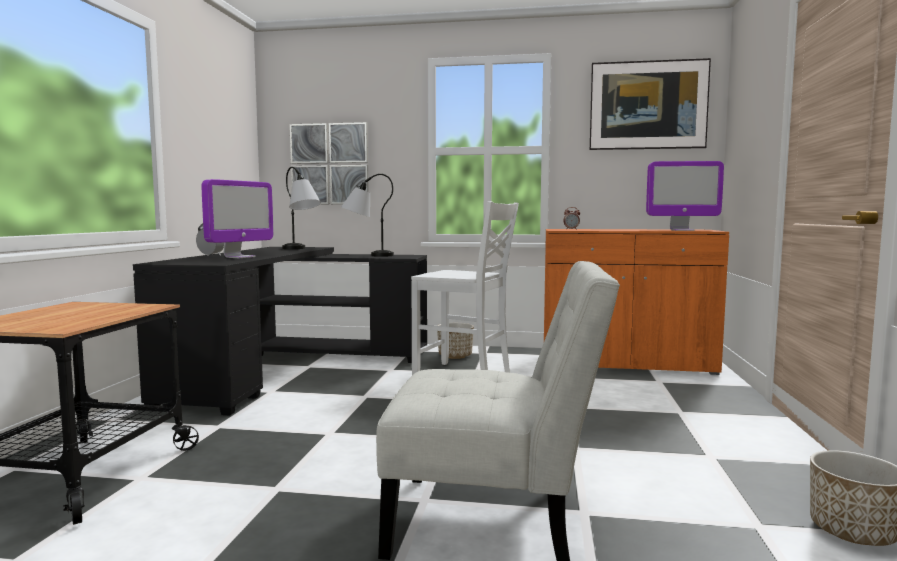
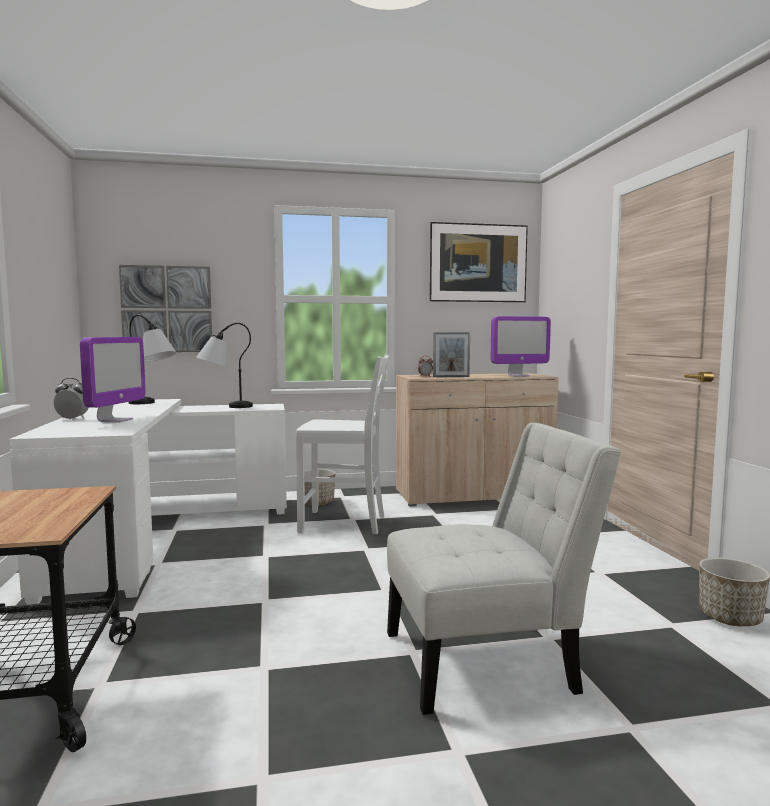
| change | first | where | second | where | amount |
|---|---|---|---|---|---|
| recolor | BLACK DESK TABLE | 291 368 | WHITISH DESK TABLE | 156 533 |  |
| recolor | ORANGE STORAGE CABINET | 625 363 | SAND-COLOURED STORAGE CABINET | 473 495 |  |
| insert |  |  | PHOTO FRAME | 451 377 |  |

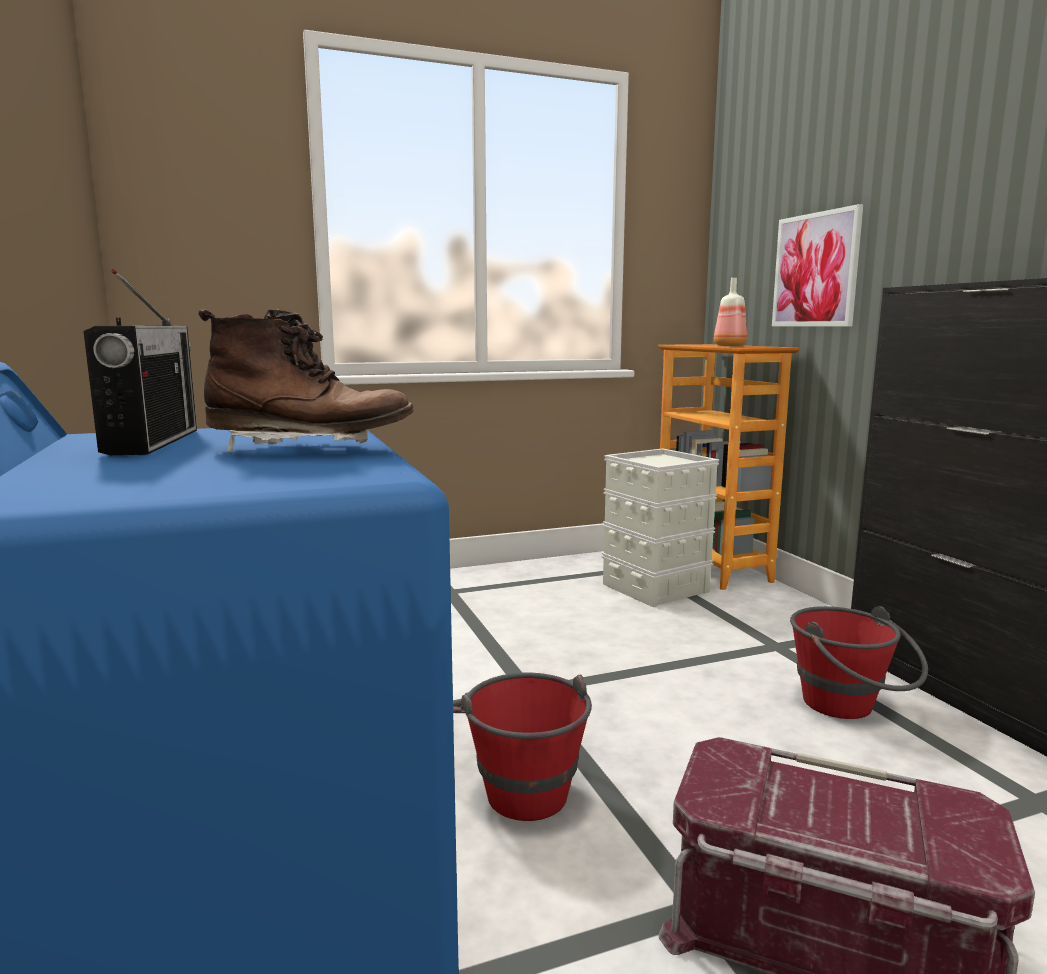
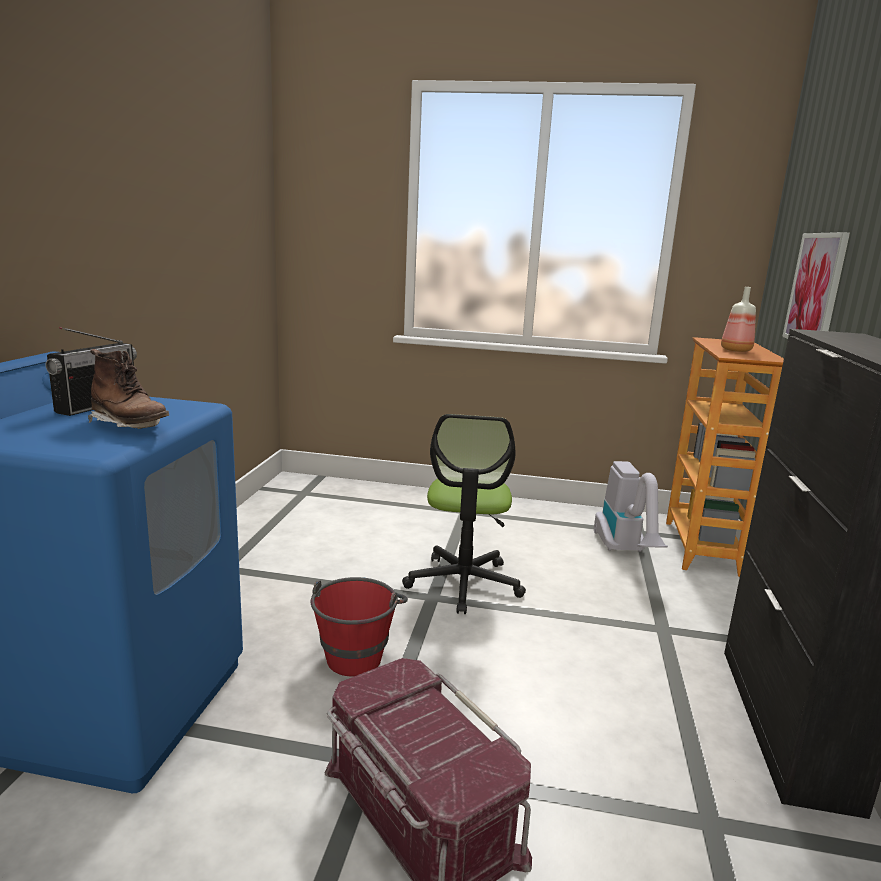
| change | first | where | second | where | amount |
|---|---|---|---|---|---|
| replace | GRAY STORAGE BOX | 655 587 | HOOVER | 625 551 |  |
| delete | RED BUCKET | 850 709 |  |  |  |
| insert |  |  | COMPUTER CHAIR | 464 583 |  |

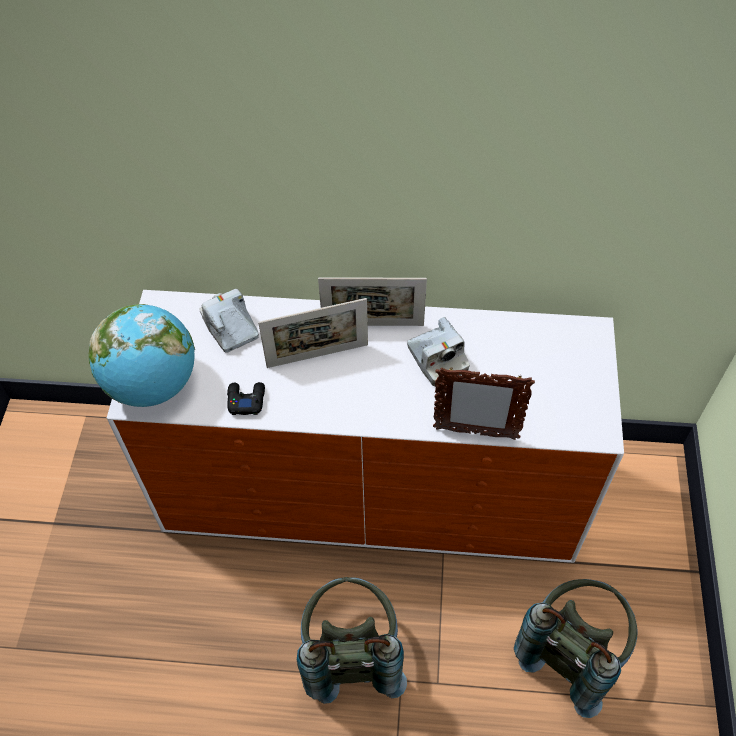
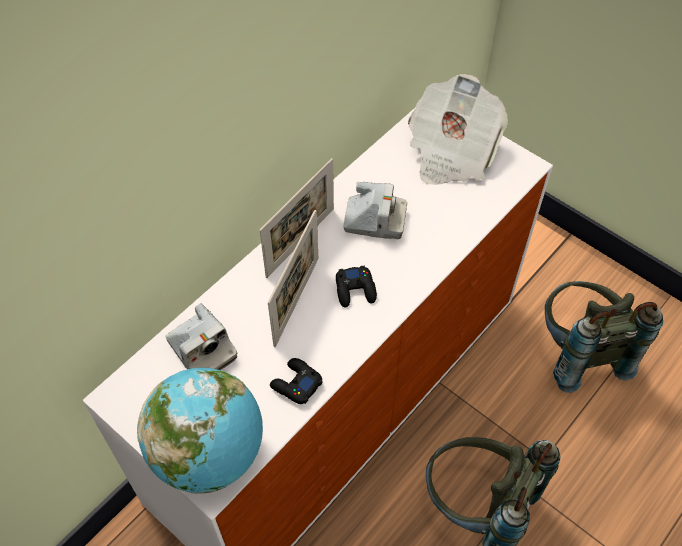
| change | first | where | second | where | amount |
|---|---|---|---|---|---|
| rotate | STILL CAMERA | 230 327 |  | 202 350 | 135 degrees counterclockwise |
| delete | PHOTO FRAME | 475 433 |  |  |  |
| insert |  |  | BLACK GAME CONTROLLER | 355 290 |  |
| insert |  |  | DAILY PAPER | 451 151 |  |

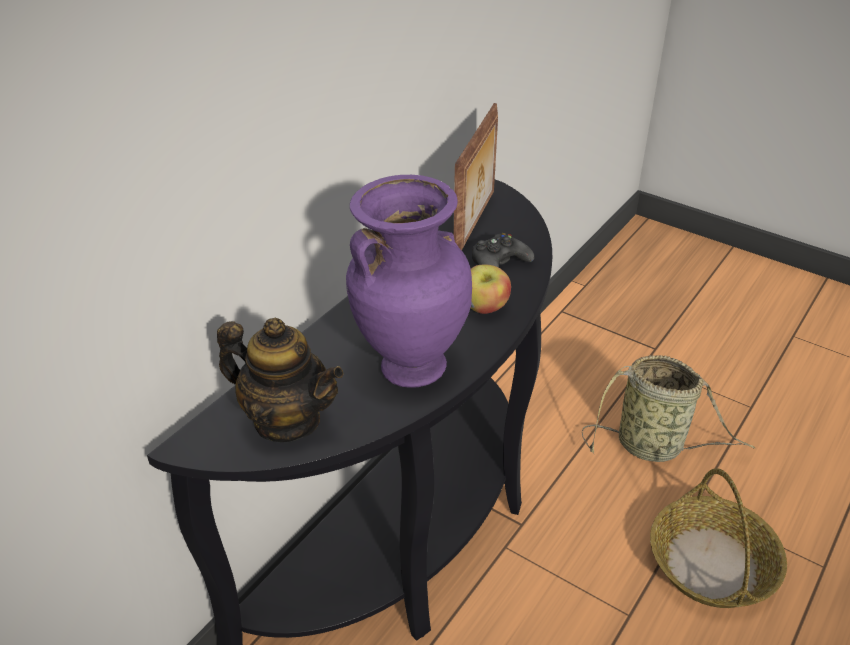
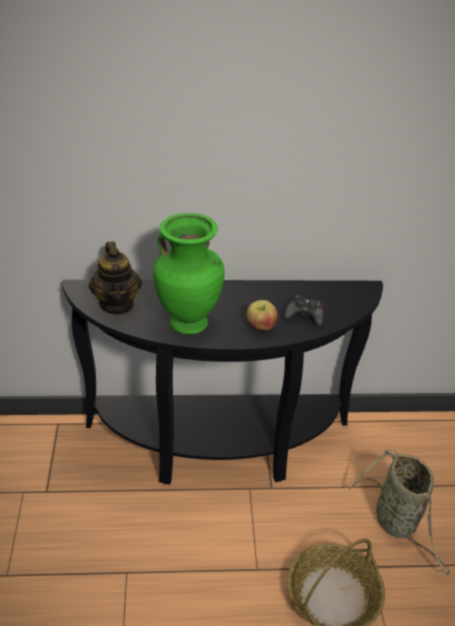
| change | first | where | second | where | amount |
|---|---|---|---|---|---|
| recolor | PURPLE-COLOURED VASE | 410 367 | GREEN VASE | 188 323 |  |
| delete | PHOTO FRAME | 475 225 |  |  |  |

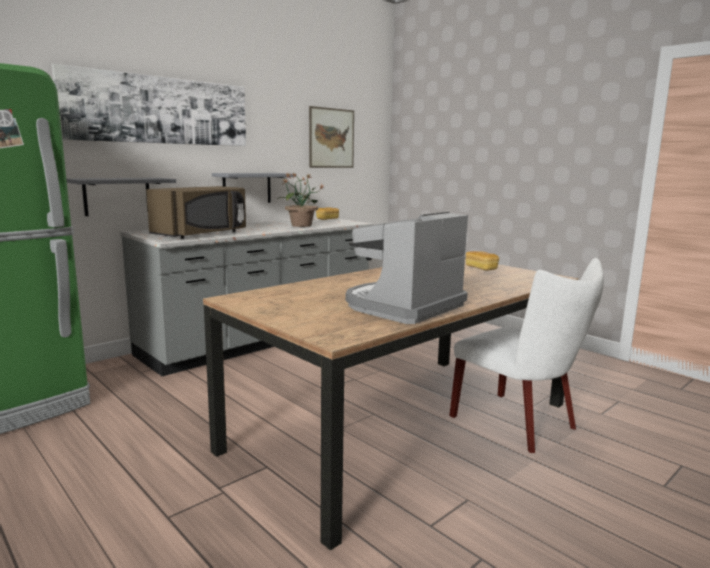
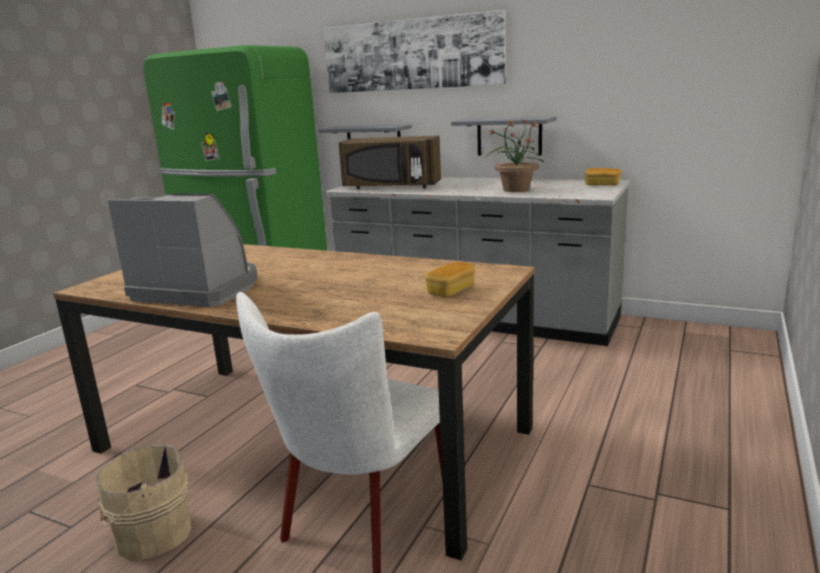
| change | first | where | second | where | amount |
|---|---|---|---|---|---|
| delete | WALL ART | 331 138 |  |  |  |
| insert |  |  | SAND-COLOURED BUCKET | 150 534 |  |

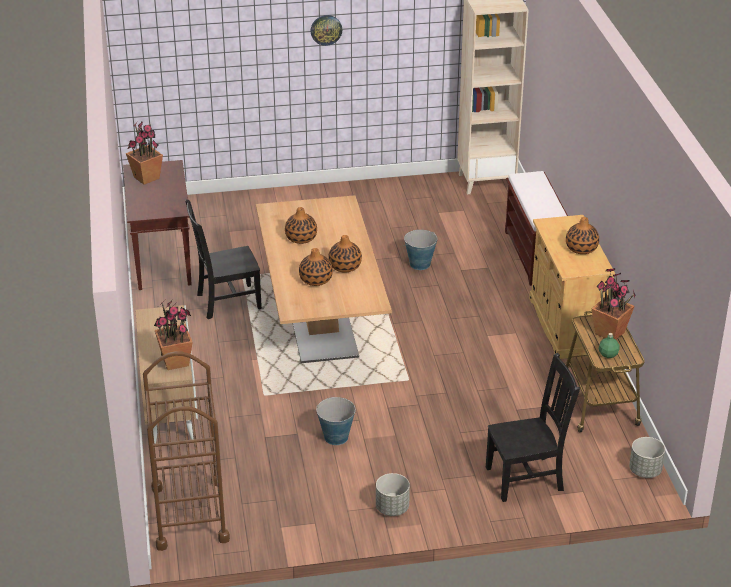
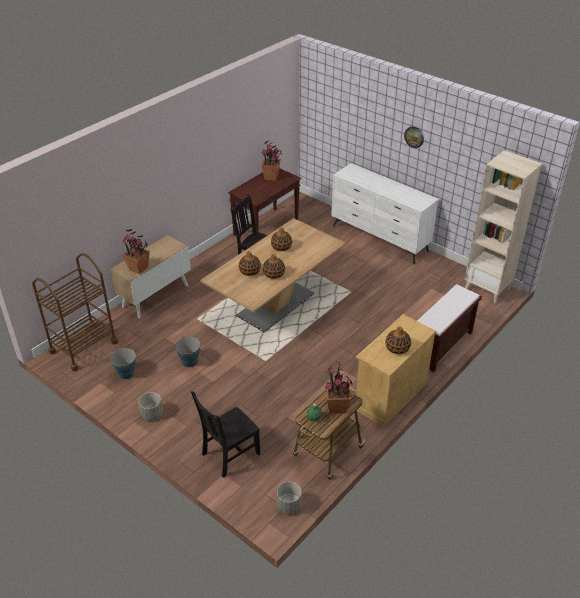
| change | first | where | second | where | amount |
|---|---|---|---|---|---|
| move | BUCKET | 419 264 |  | 126 373 |  |
| rotate | BLACK UPRIGHT CHAIR | 527 478 |  | 229 455 | 105 degrees clockwise |
| insert |  |  | WHITISH DRESSER | 379 239 |  |

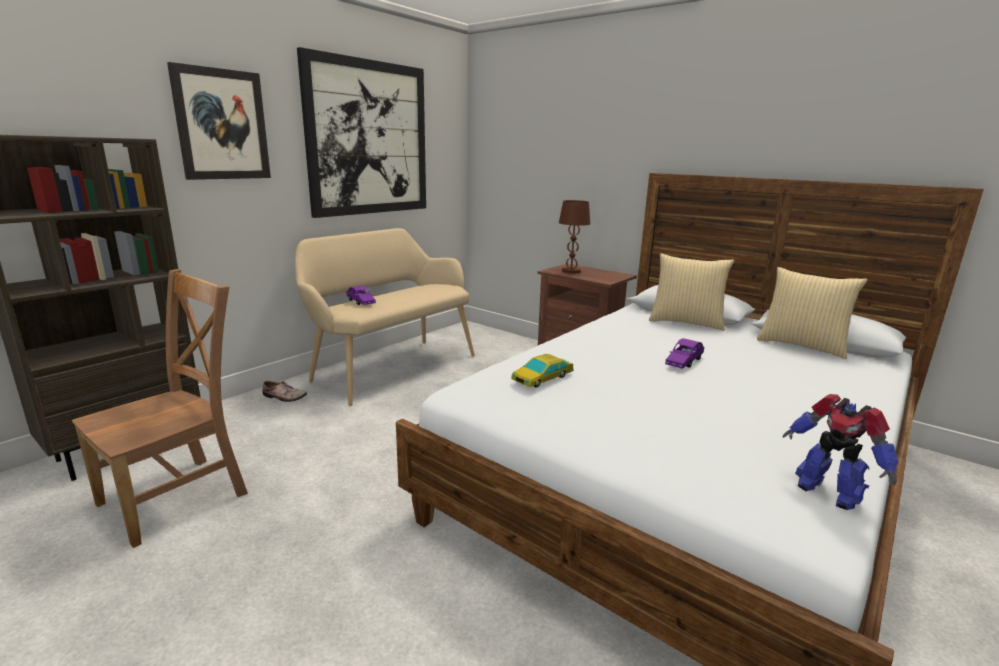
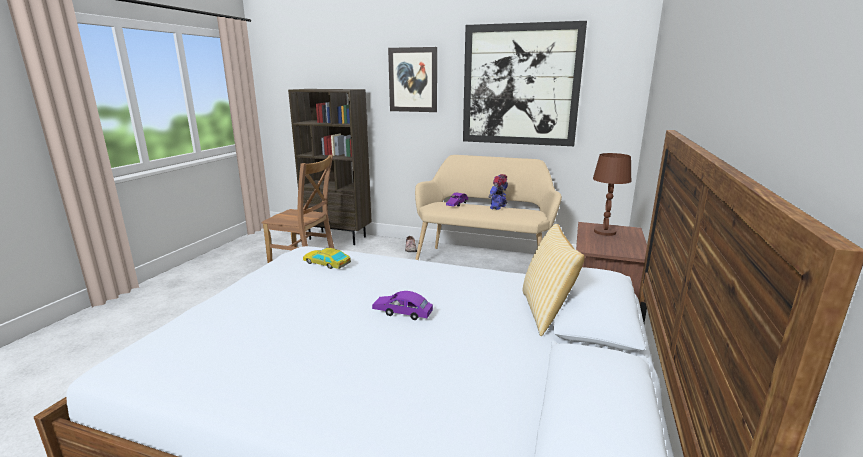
| change | first | where | second | where | amount |
|---|---|---|---|---|---|
| delete | THROW PILLOW | 802 345 |  |  |  |
| move | TOY ROBOT | 827 491 |  | 498 207 |  |

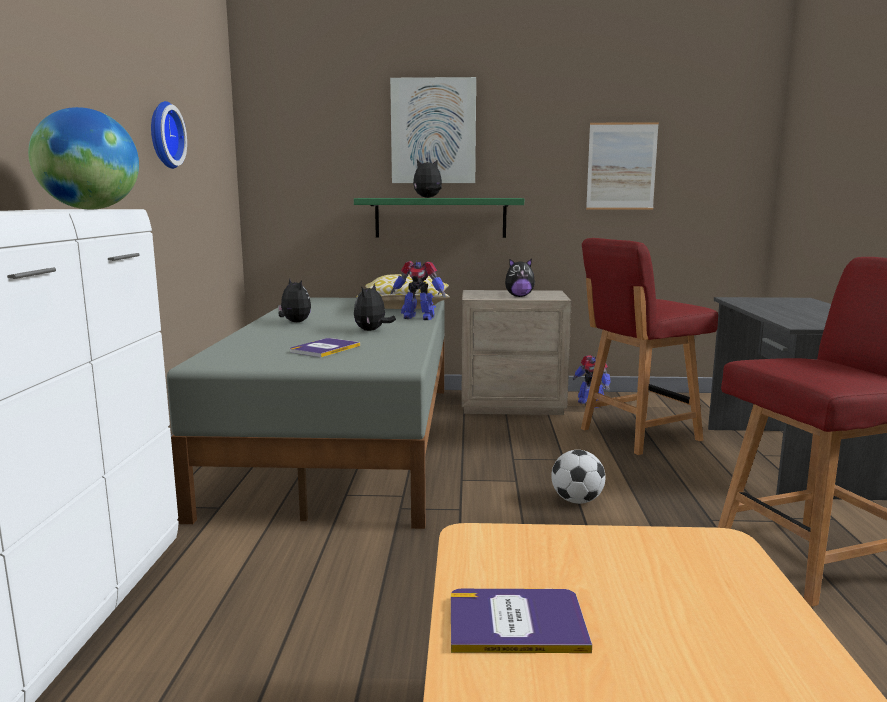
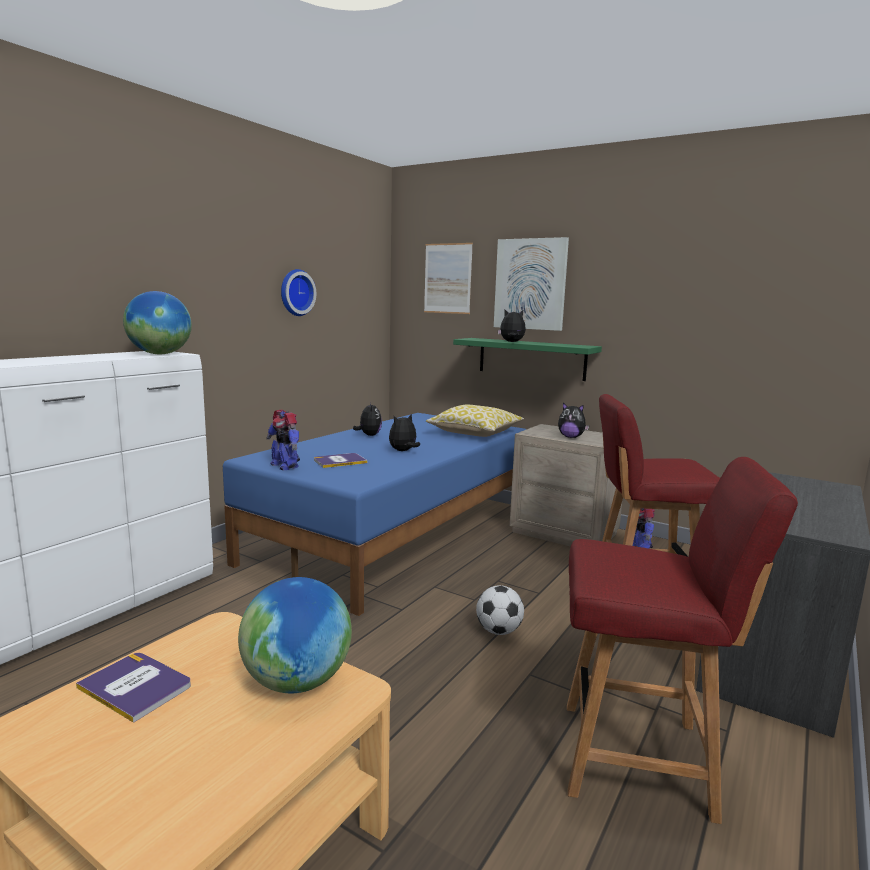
| change | first | where | second | where | amount |
|---|---|---|---|---|---|
| recolor | GRAY BEDROOM BED | 347 440 | BLUISH BEDROOM BED | 396 533 |  |
| move | TOY ROBOT | 418 317 |  | 285 465 |  |
| move | WALL ART | 621 166 |  | 447 278 |  |
| insert |  |  | DESK GLOBE | 298 682 |  |

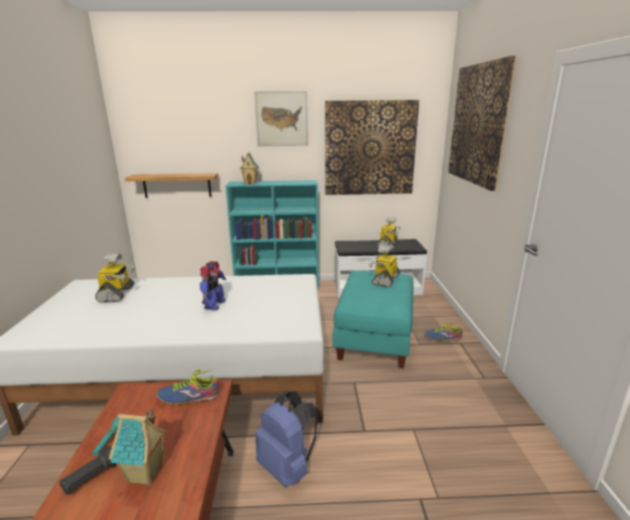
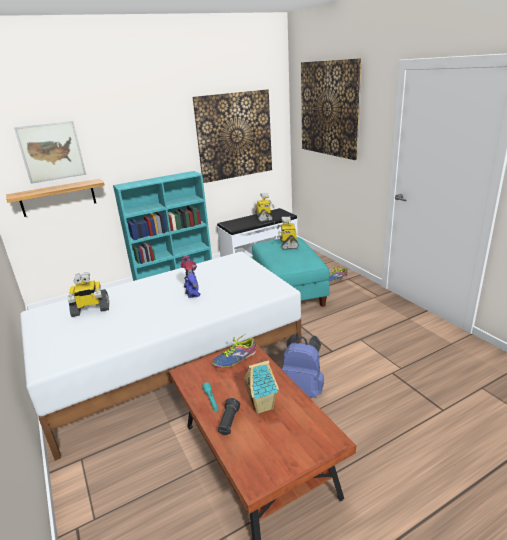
| change | first | where | second | where | amount |
|---|---|---|---|---|---|
| rotate | TOY ROBOT | 117 294 |  | 90 309 | 105 degrees clockwise |
| delete | MINIATURE HOUSE | 250 183 |  |  |  |
| move | WALL ART | 282 119 |  | 51 152 |  |

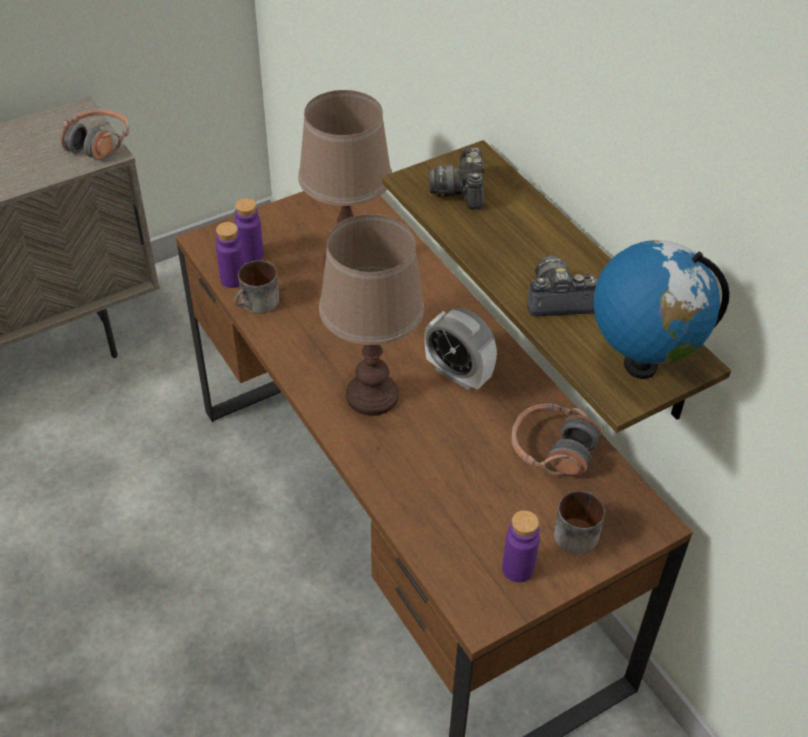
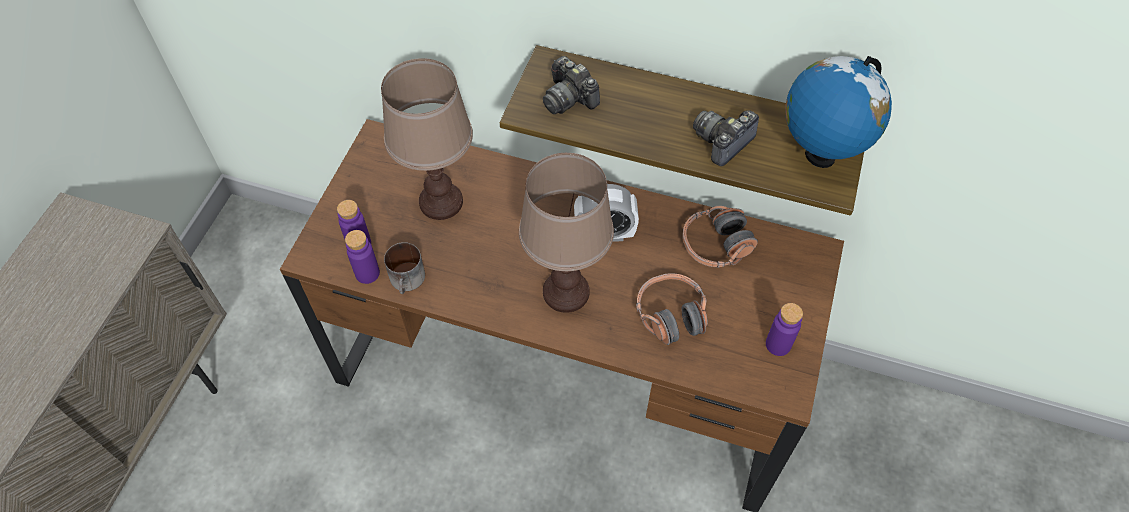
| change | first | where | second | where | amount |
|---|---|---|---|---|---|
| move | HEADPHONES | 97 143 |  | 671 314 |  |
| delete | MUG | 576 530 |  |  |  |

